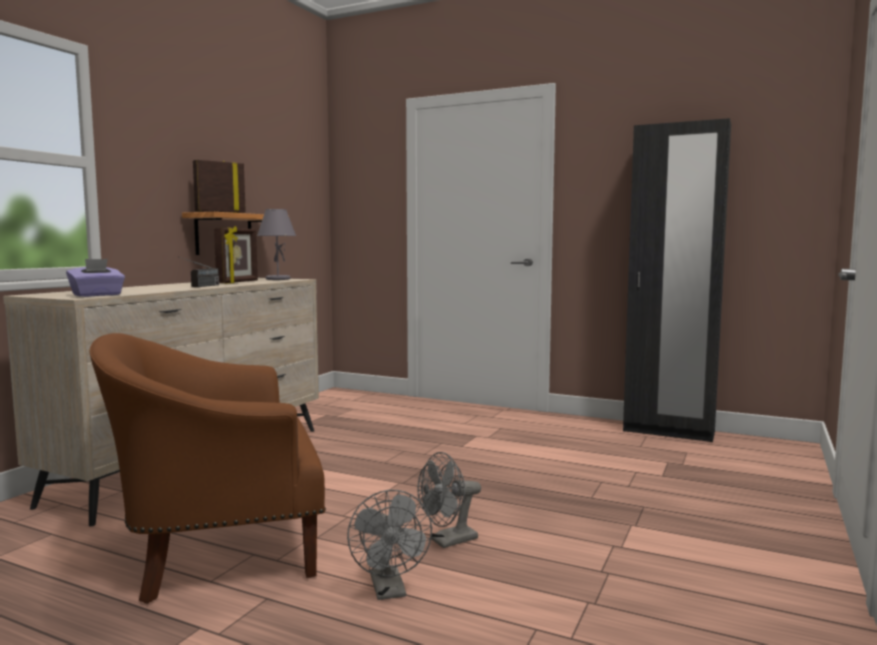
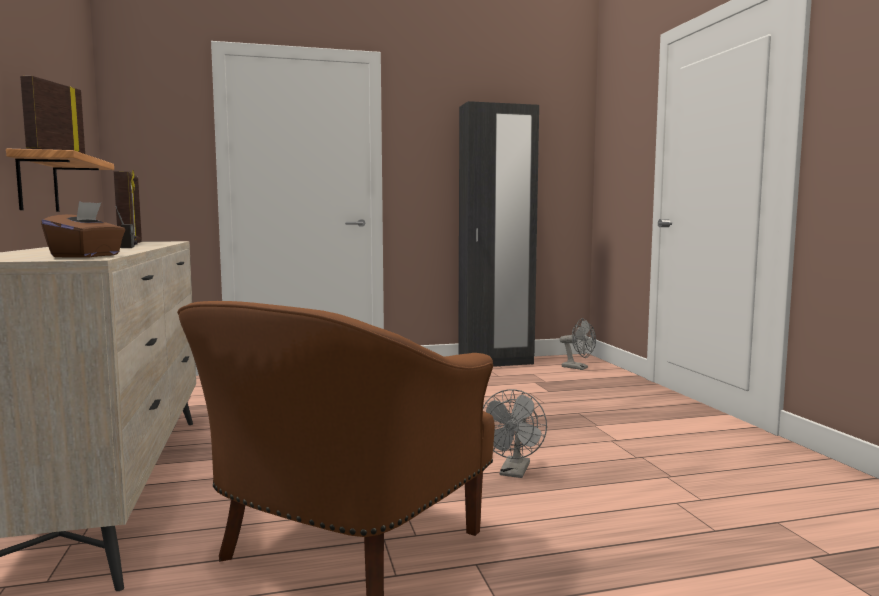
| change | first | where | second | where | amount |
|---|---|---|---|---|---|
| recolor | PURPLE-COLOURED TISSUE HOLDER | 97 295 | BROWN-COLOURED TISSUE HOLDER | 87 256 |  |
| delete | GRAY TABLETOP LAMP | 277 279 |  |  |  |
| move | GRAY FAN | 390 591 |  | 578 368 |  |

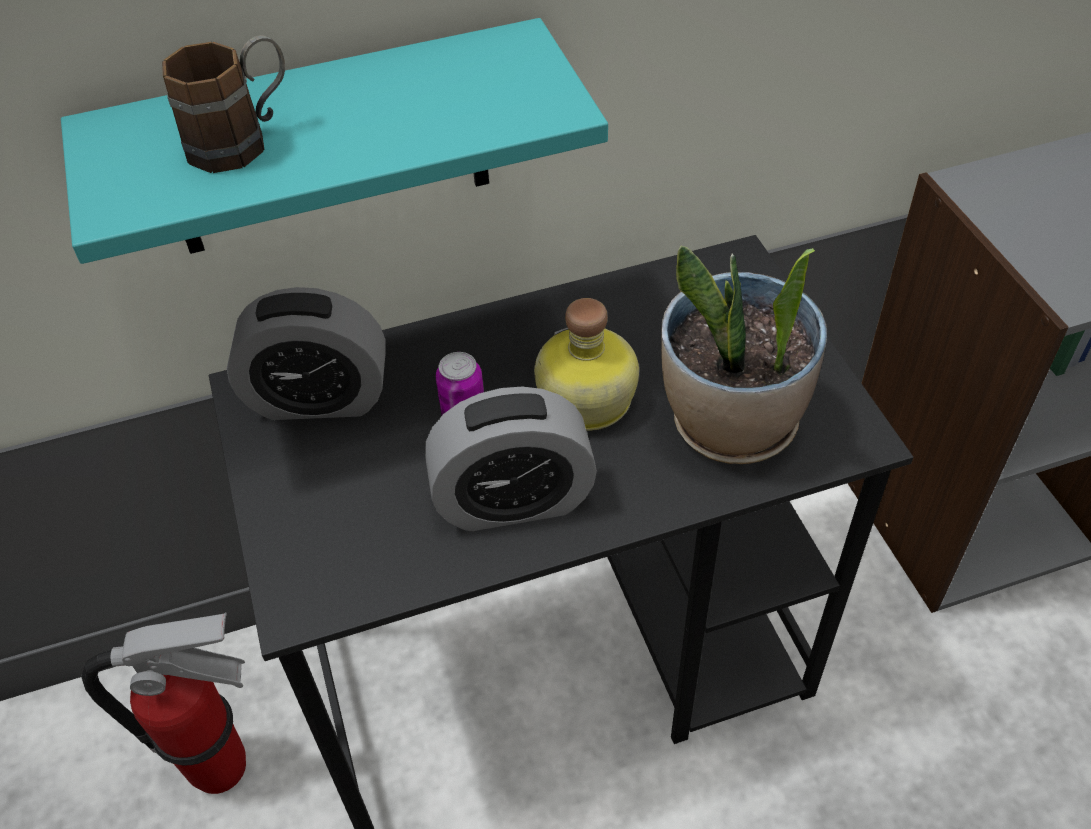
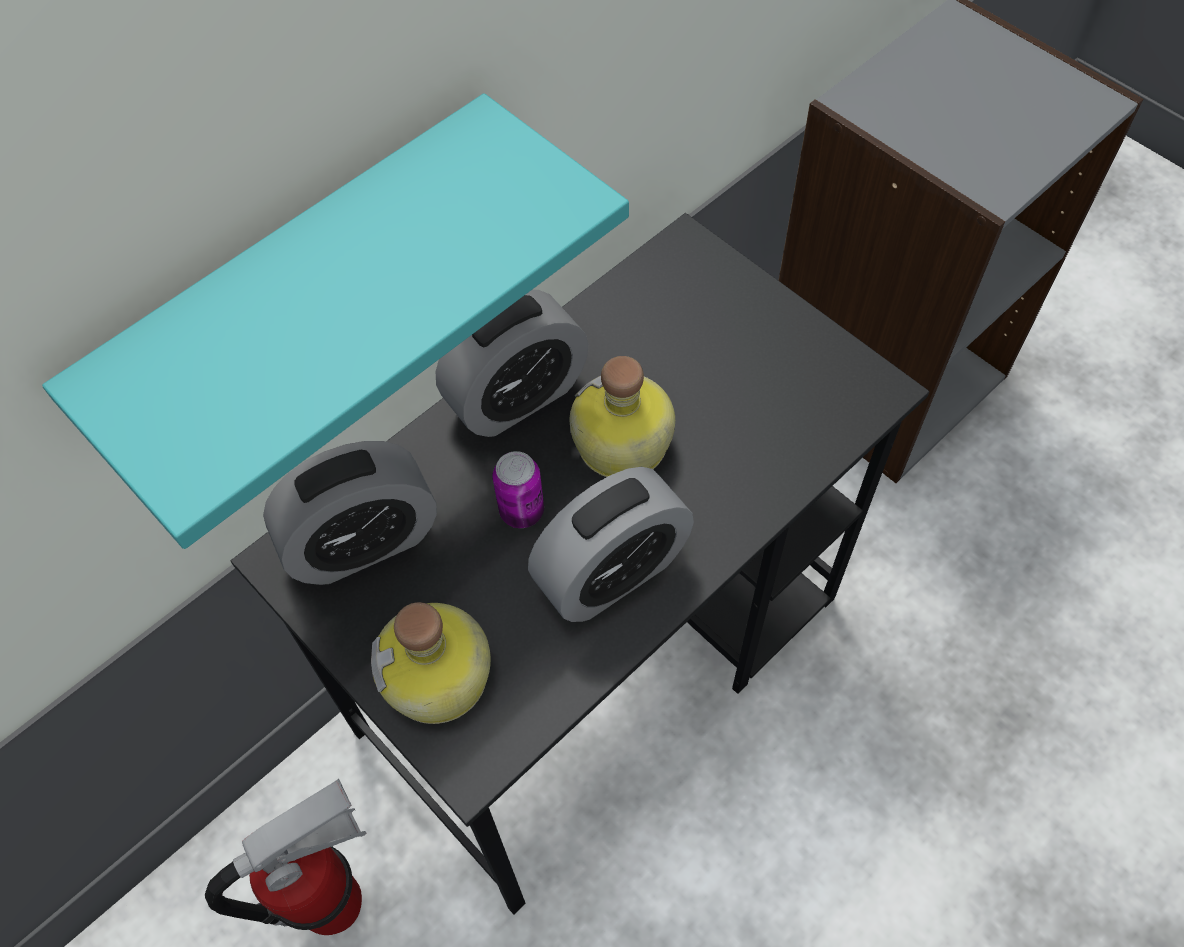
| change | first | where | second | where | amount |
|---|---|---|---|---|---|
| delete | BROWN-COLOURED MUG | 243 140 |  |  |  |
| delete | POTTED PLANT | 732 424 |  |  |  |
| insert |  |  | DRINK BOTTLE | 440 679 |  |
| insert |  |  | BEDSIDE CLOCK | 517 397 |  |

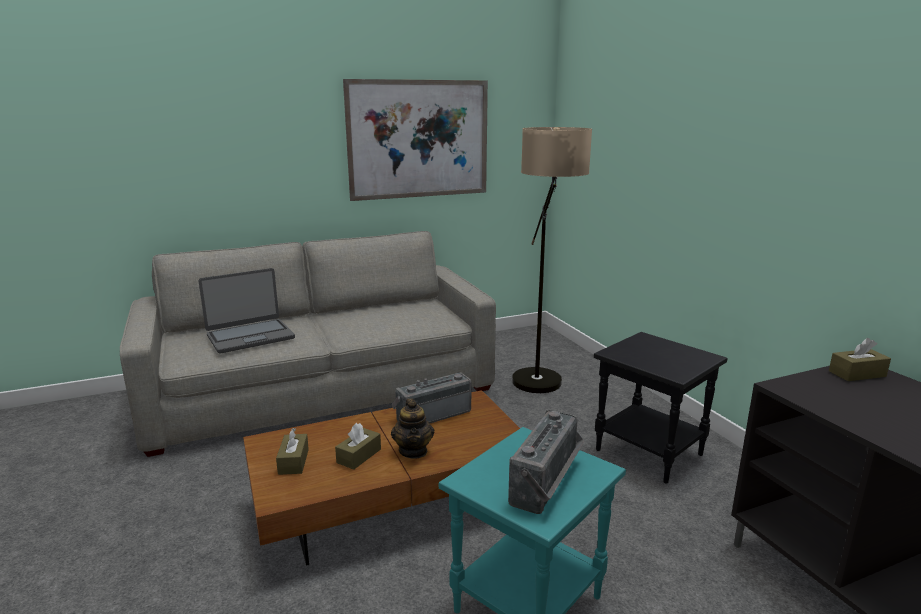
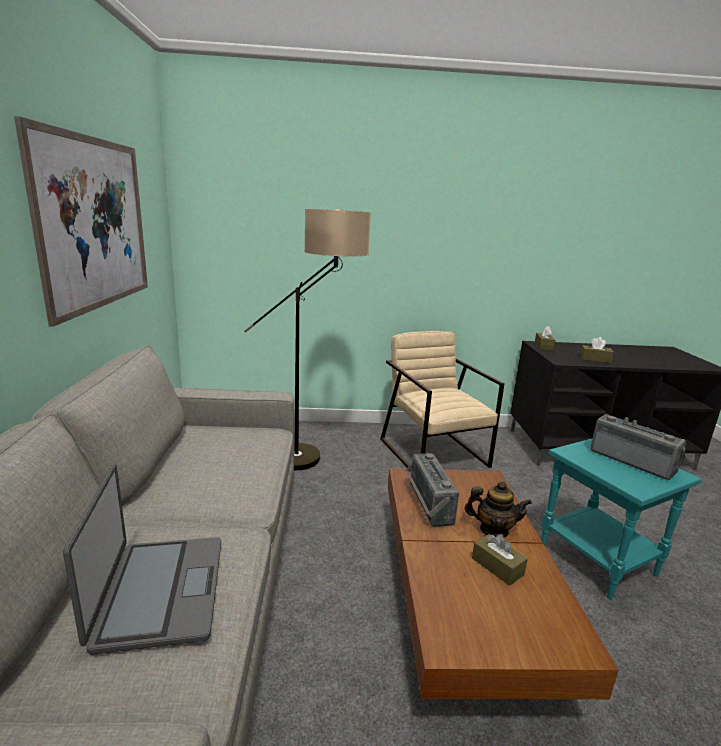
| change | first | where | second | where | amount |
|---|---|---|---|---|---|
| move | BROWN-COLOURED TISSUE HOLDER | 293 461 |  | 595 359 |  |
| replace | BLACK END TABLE | 650 452 | SAND-COLOURED EASY CHAIR | 433 452 |  |

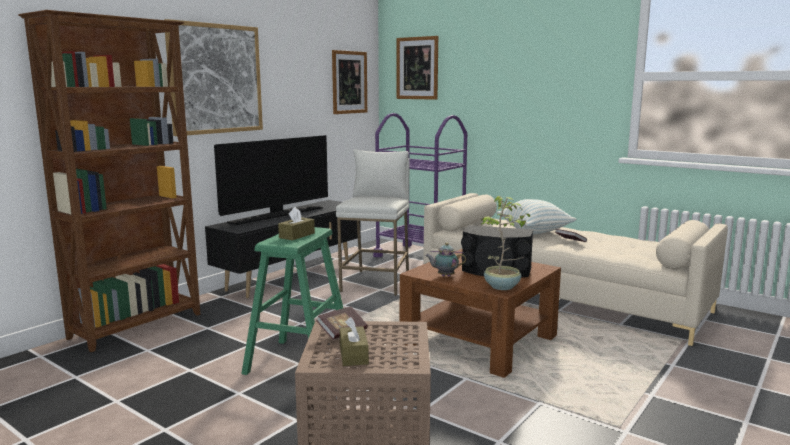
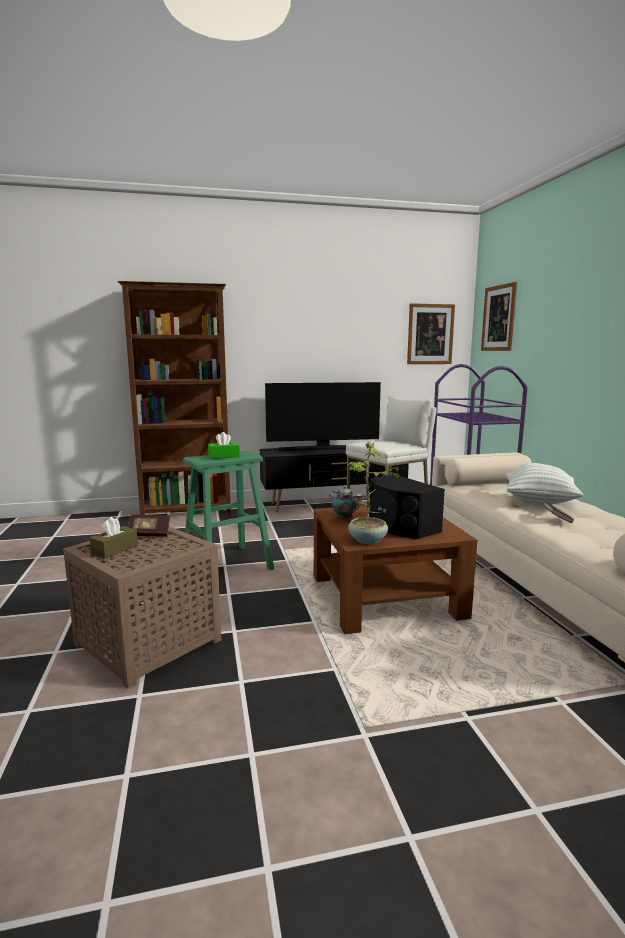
| change | first | where | second | where | amount |
|---|---|---|---|---|---|
| delete | WALL ART | 215 79 |  |  |  |
| recolor | BROWN-COLOURED TISSUE HOLDER | 297 235 | GREEN TISSUE HOLDER | 224 456 |  |

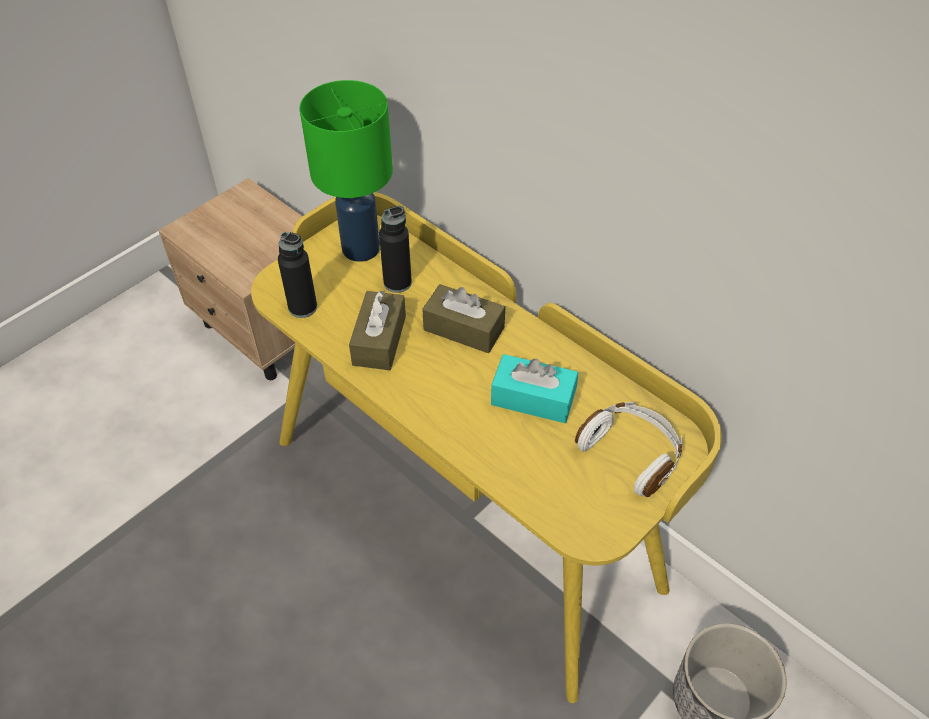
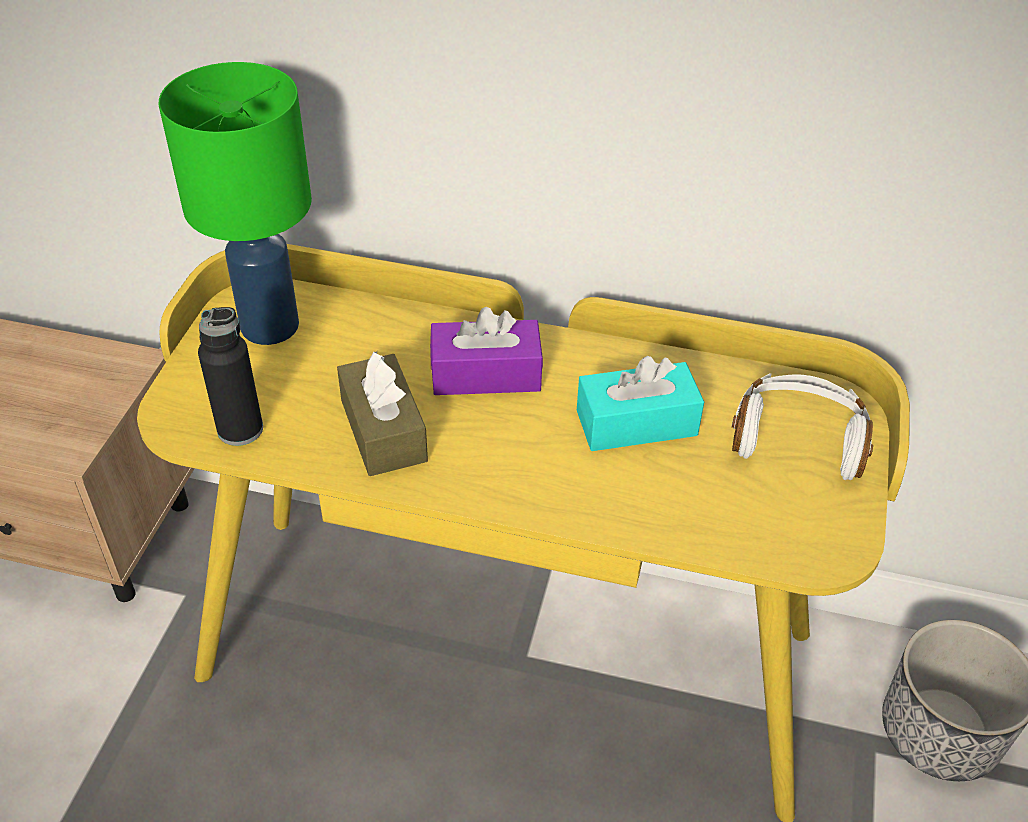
| change | first | where | second | where | amount |
|---|---|---|---|---|---|
| delete | BLACK DRINK BOTTLE | 397 283 |  |  |  |
| recolor | BROWN-COLOURED TISSUE HOLDER | 464 329 | PURPLE-COLOURED TISSUE HOLDER | 486 374 |  |

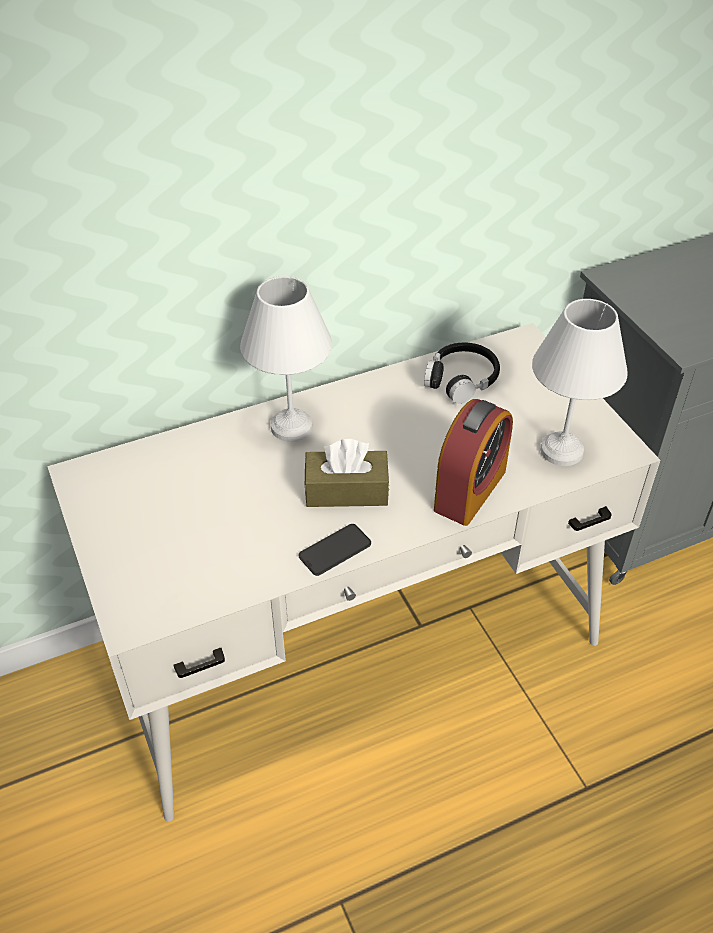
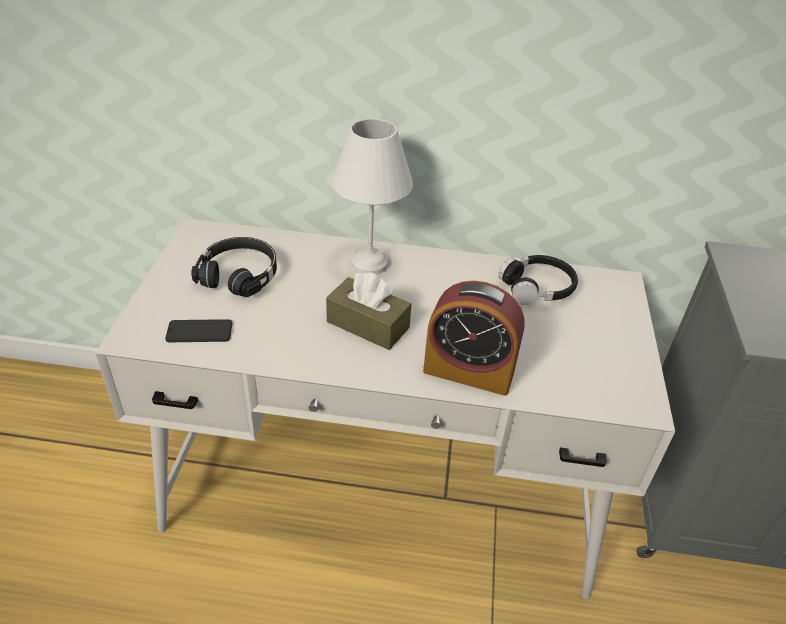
| change | first | where | second | where | amount |
|---|---|---|---|---|---|
| move | HANDSET | 335 550 |  | 199 331 |  |
| rotate | BEDSIDE CLOCK | 470 490 |  | 468 371 | 45 degrees clockwise |
| delete | WHITISH TABLETOP LAMP | 559 450 |  |  |  |
| insert |  |  | BLACK HEADPHONES | 239 274 |  |

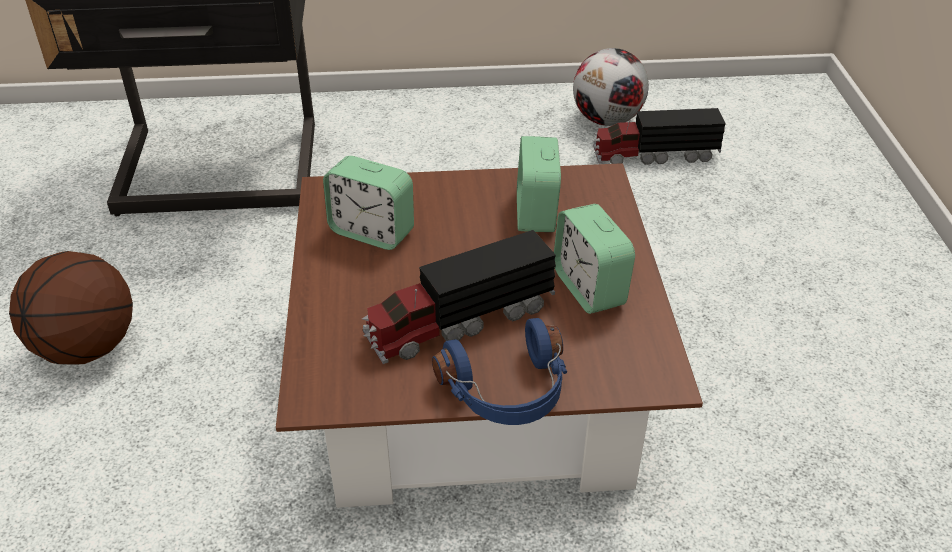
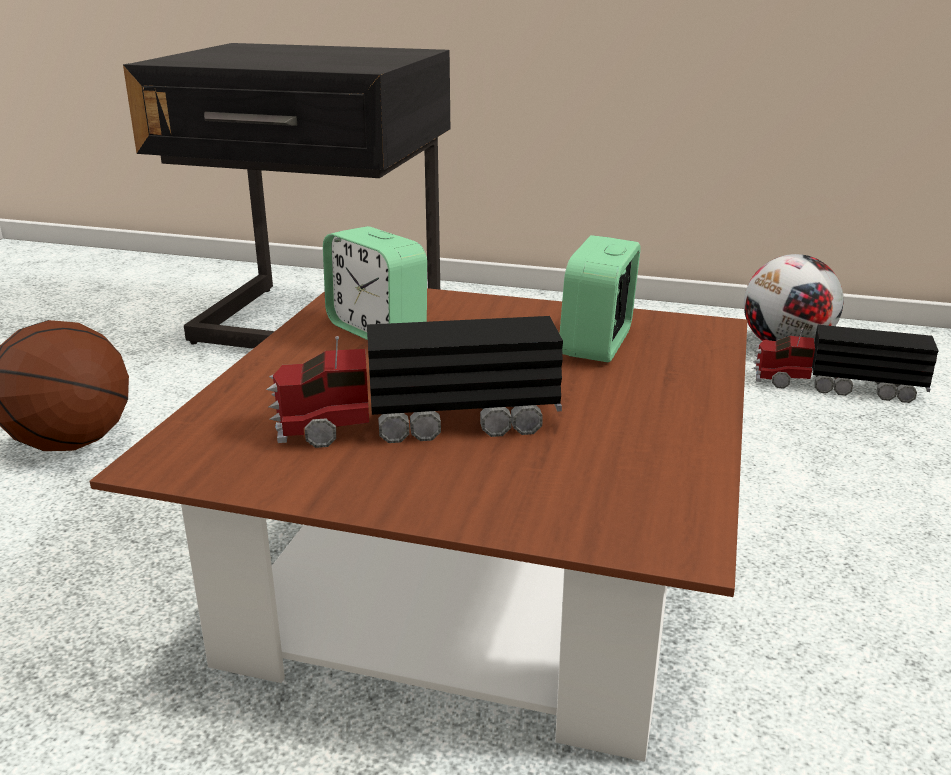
| change | first | where | second | where | amount |
|---|---|---|---|---|---|
| delete | BLUISH HEADPHONES | 508 392 |  |  |  |
| delete | BEDSIDE CLOCK | 589 288 |  |  |  |

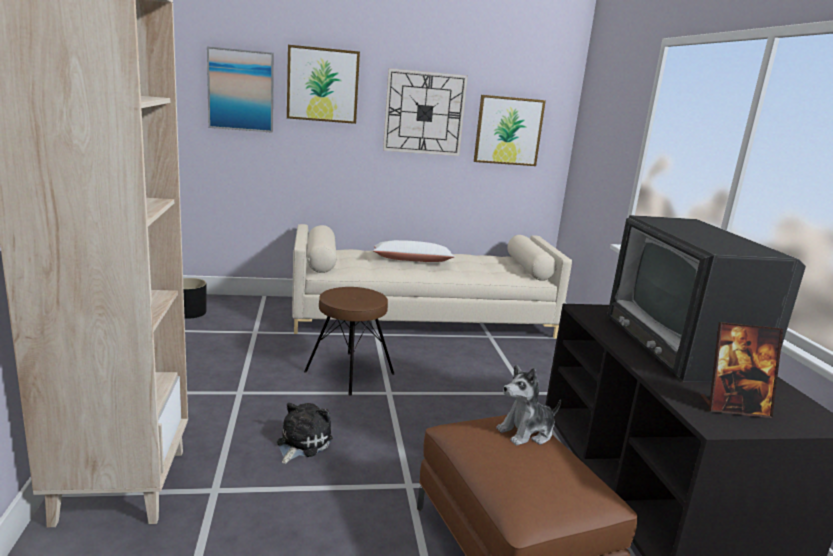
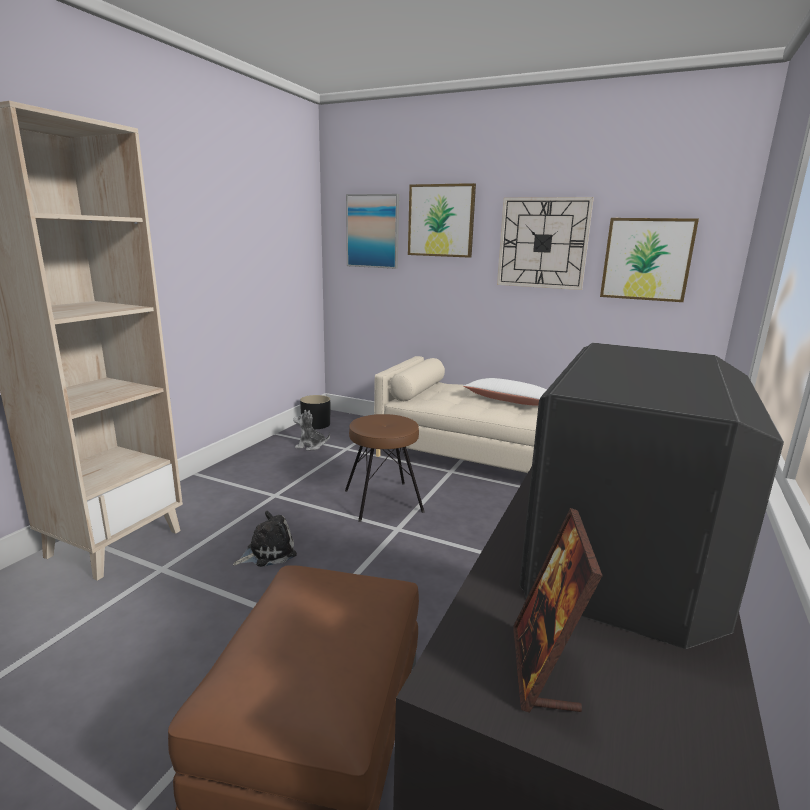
| change | first | where | second | where | amount |
|---|---|---|---|---|---|
| move | CUDDLY TOY | 526 432 |  | 310 446 |  |
| rotate | PHOTO FRAME | 734 408 |  | 543 669 | 60 degrees clockwise |

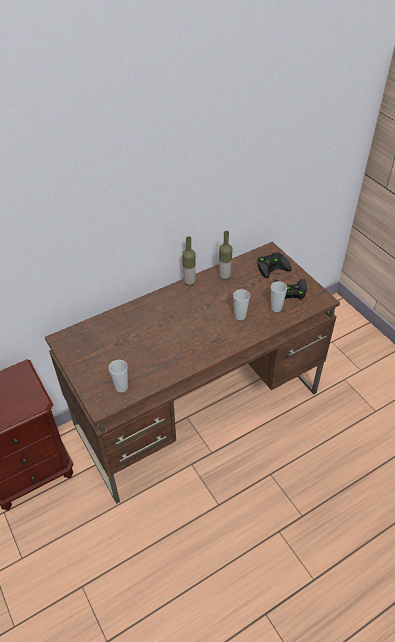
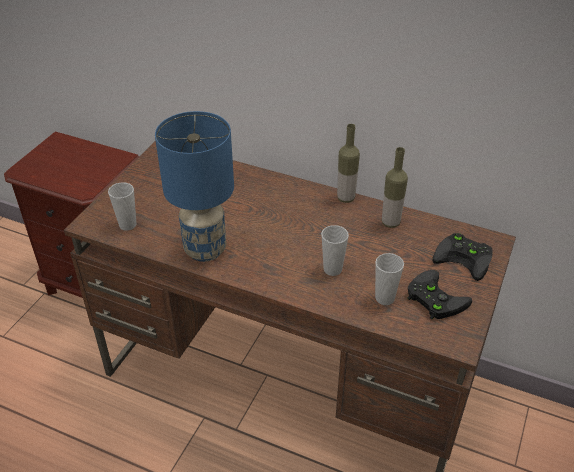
| change | first | where | second | where | amount |
|---|---|---|---|---|---|
| insert |  |  | BLUISH TABLETOP LAMP | 205 250 |  |

